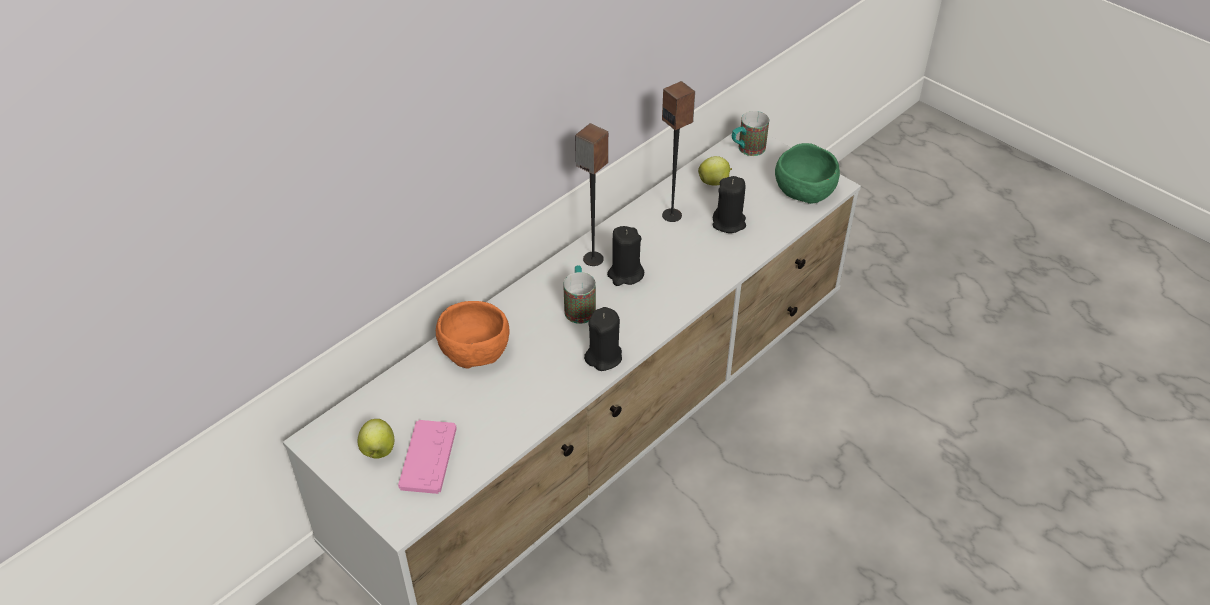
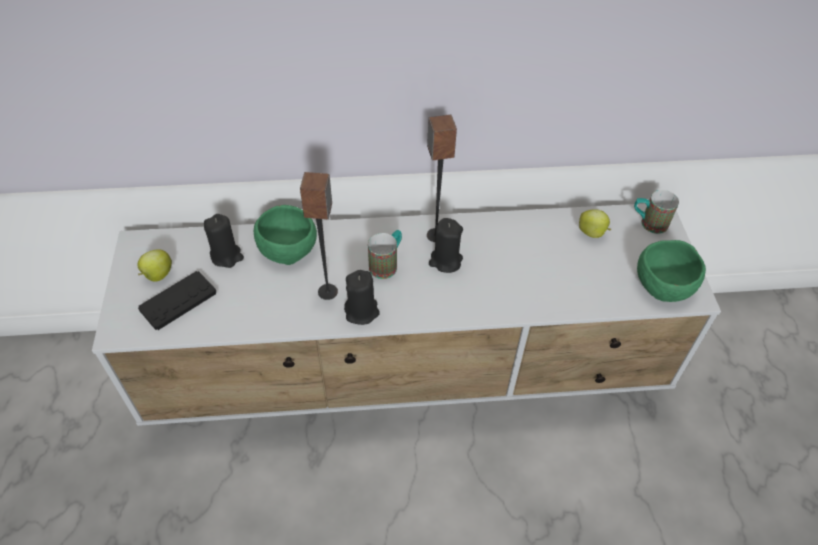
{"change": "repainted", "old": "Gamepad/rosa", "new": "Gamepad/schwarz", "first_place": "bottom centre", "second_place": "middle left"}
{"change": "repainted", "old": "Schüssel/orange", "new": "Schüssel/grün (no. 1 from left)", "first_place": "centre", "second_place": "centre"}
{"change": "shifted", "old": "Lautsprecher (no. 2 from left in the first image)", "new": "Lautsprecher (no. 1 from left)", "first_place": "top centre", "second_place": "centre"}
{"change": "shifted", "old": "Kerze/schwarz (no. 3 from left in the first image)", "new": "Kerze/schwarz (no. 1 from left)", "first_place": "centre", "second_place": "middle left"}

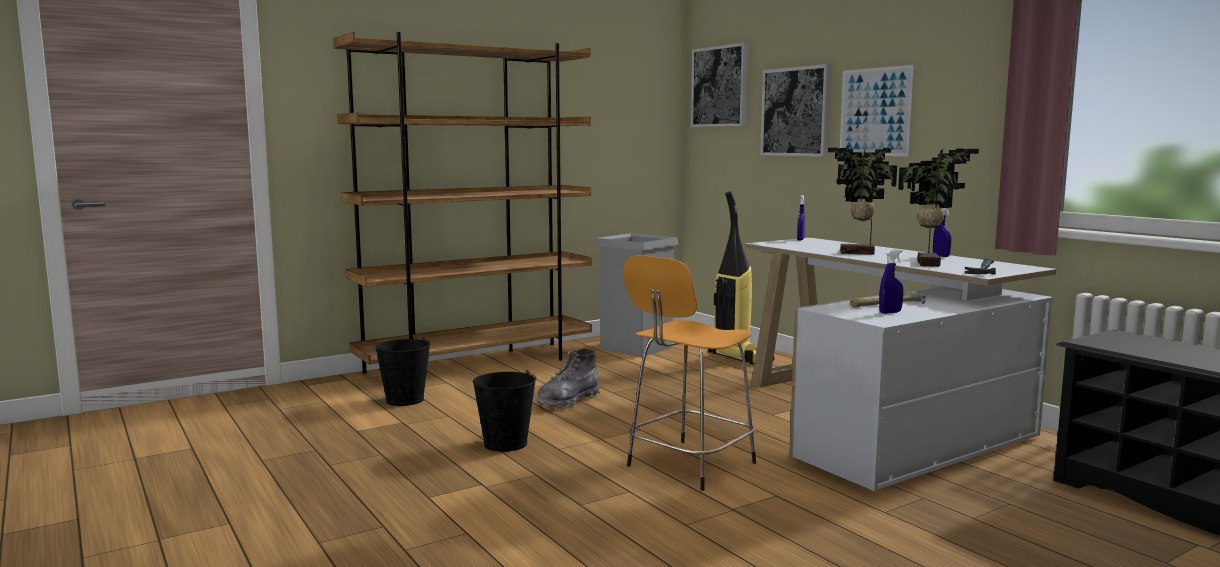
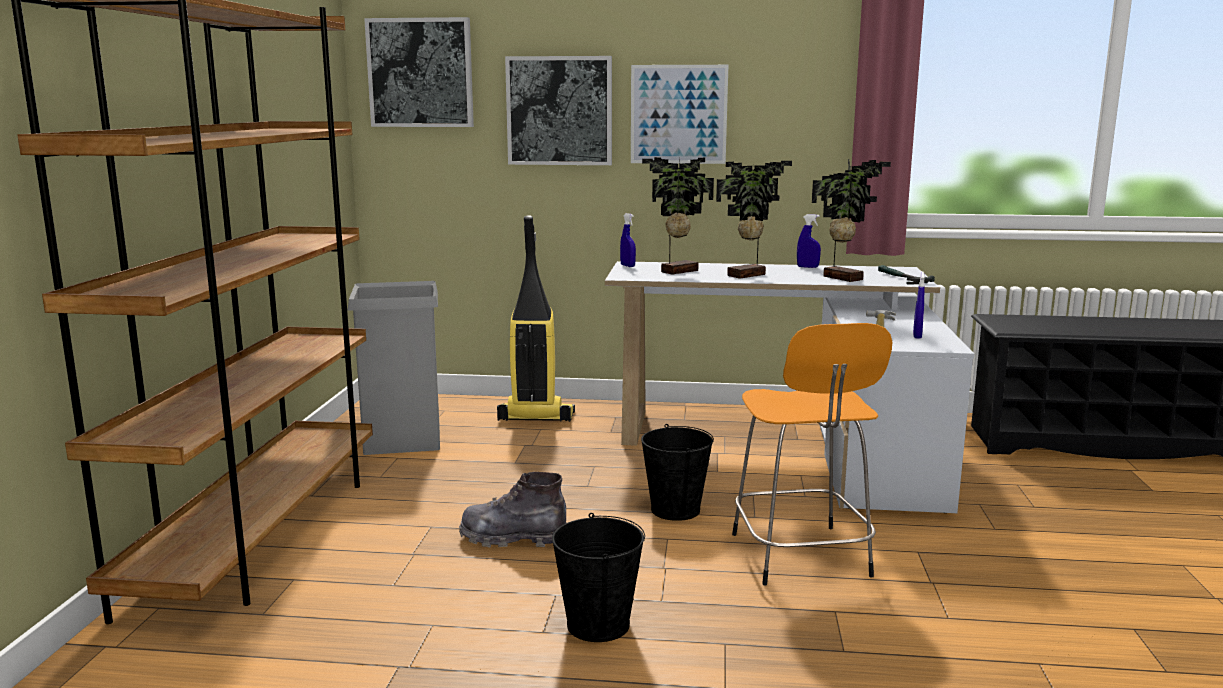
{"change": "shifted", "old": "Eimer/schwarz (no. 1 from left in the first image)", "new": "Eimer/schwarz (no. 2 from left)", "first_place": "middle left", "second_place": "bottom centre"}
{"change": "rotated", "old": "Stiefel/grau", "first_place": "bottom centre", "second_place": "bottom centre", "degrees": 105}
{"change": "new", "new": "Topfpflanze (no. 1 from left)", "second_place": "top centre"}

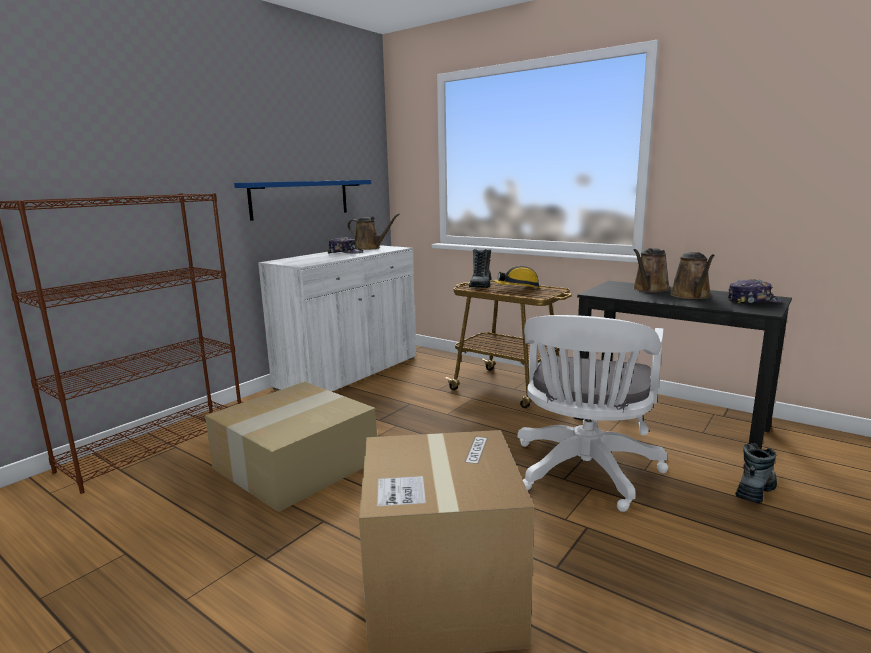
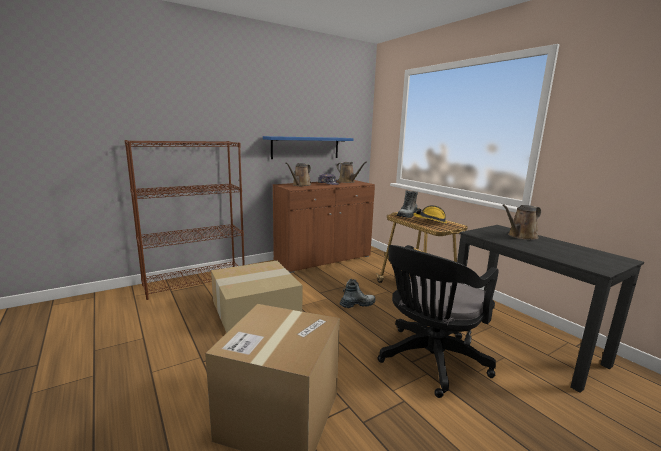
{"change": "repainted", "old": "Schrank/weiß", "new": "Schrank/braun", "first_place": "centre", "second_place": "centre"}
{"change": "repainted", "old": "Bürostuhl/weiß", "new": "Bürostuhl/schwarz", "first_place": "middle right", "second_place": "bottom centre"}
{"change": "shifted", "old": "Gießkanne/braun (no. 3 from left in the first image)", "new": "Gießkanne/braun (no. 1 from left)", "first_place": "middle right", "second_place": "centre"}
{"change": "gone", "old": "Kappe (no. 2 from left)", "first_place": "middle right"}
{"change": "shifted", "old": "Stiefel (no. 2 from left in the first image)", "new": "Stiefel (no. 1 from left)", "first_place": "bottom right", "second_place": "centre"}

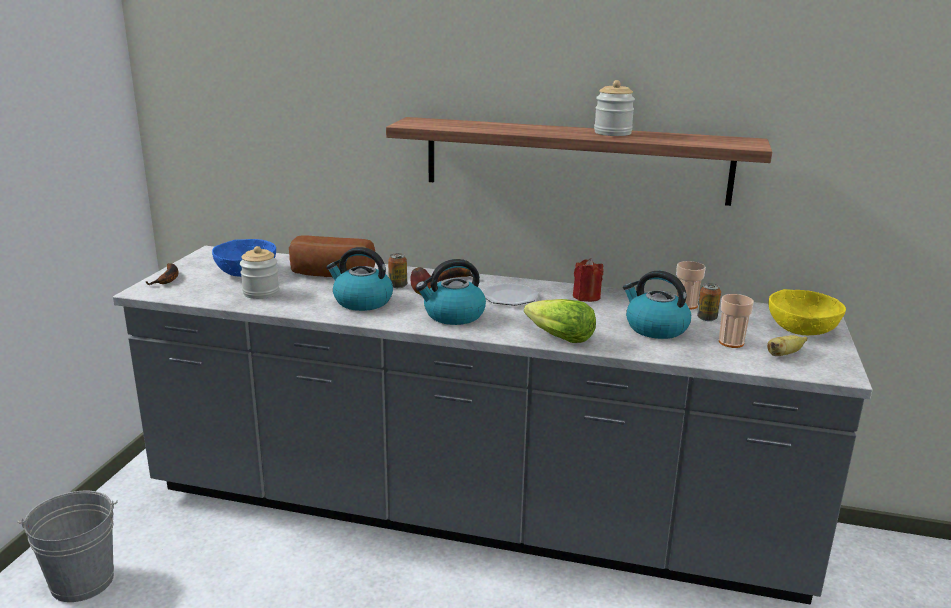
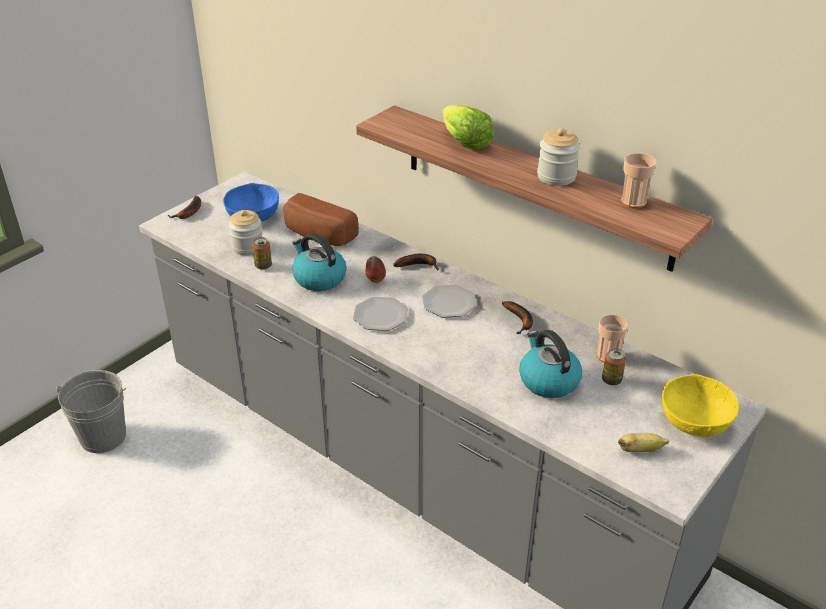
{"change": "shifted", "old": "Dose (no. 1 from left)", "first_place": "centre", "second_place": "middle left"}
{"change": "swapped", "old": "Wasserkessel (no. 2 from left)", "new": "Teller (no. 1 from left)", "first_place": "centre", "second_place": "centre"}
{"change": "shifted", "old": "Salatkopf", "first_place": "centre", "second_place": "top centre"}
{"change": "swapped", "old": "Kerze/rot", "new": "Banane (no. 3 from left)", "first_place": "centre", "second_place": "centre"}
{"change": "shifted", "old": "Tasse (no. 2 from left)", "first_place": "middle right", "second_place": "top right"}

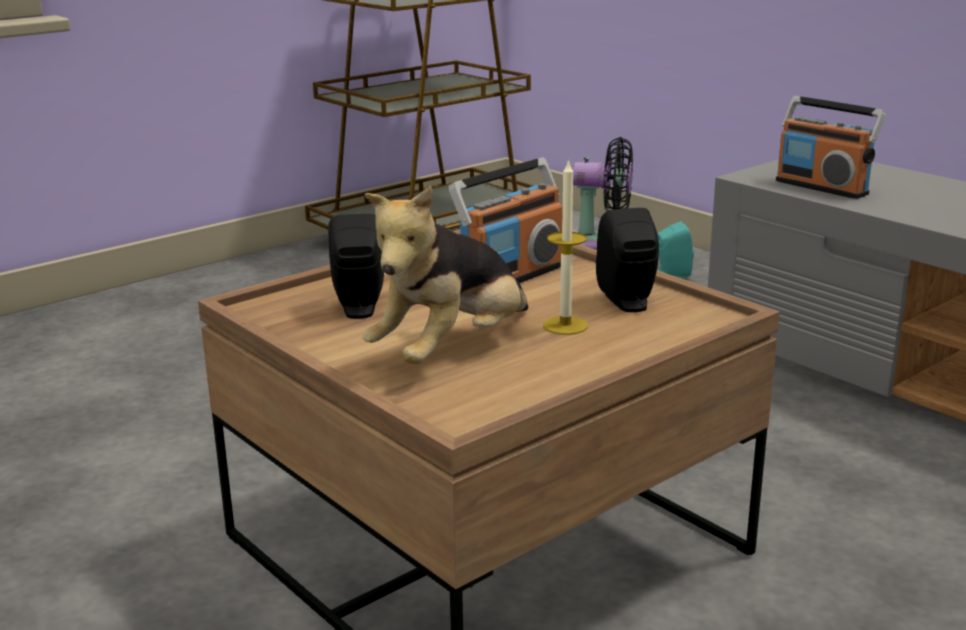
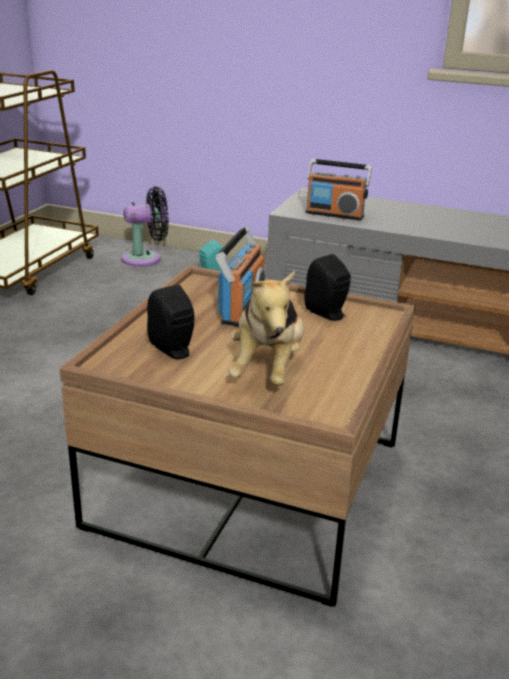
{"change": "gone", "old": "Kerze", "first_place": "centre"}

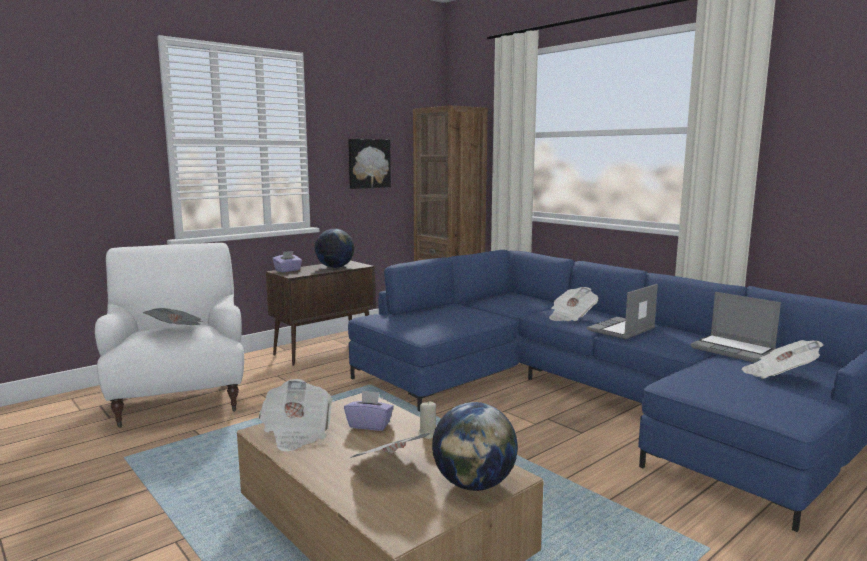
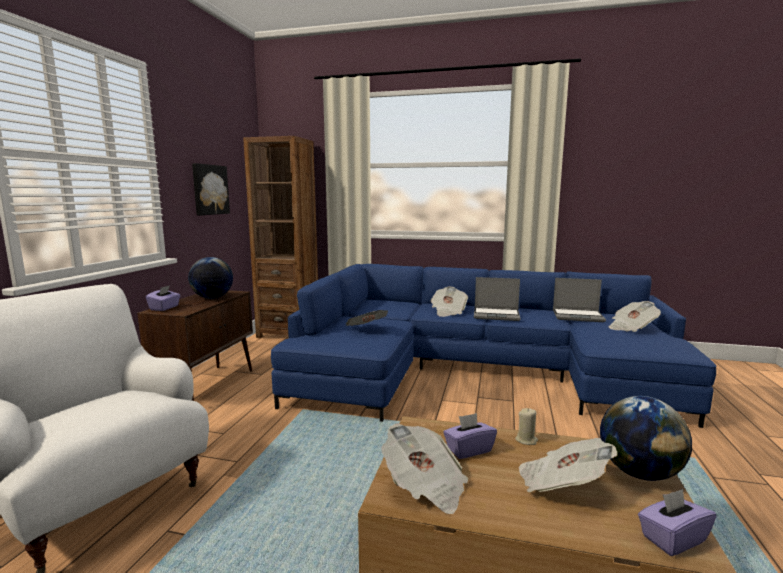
{"change": "shifted", "old": "Zeitung (no. 1 from left)", "first_place": "middle left", "second_place": "centre"}
{"change": "rotated", "old": "Laptop (no. 1 from left)", "first_place": "middle right", "second_place": "centre", "degrees": -90}
{"change": "new", "new": "Taschentuchbox/lila (no. 3 from left)", "second_place": "bottom right"}

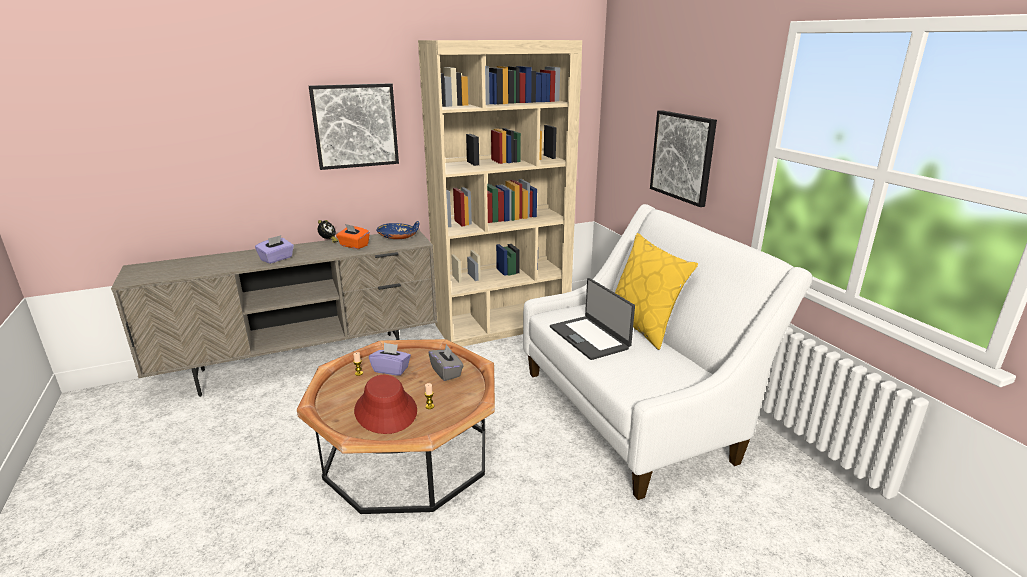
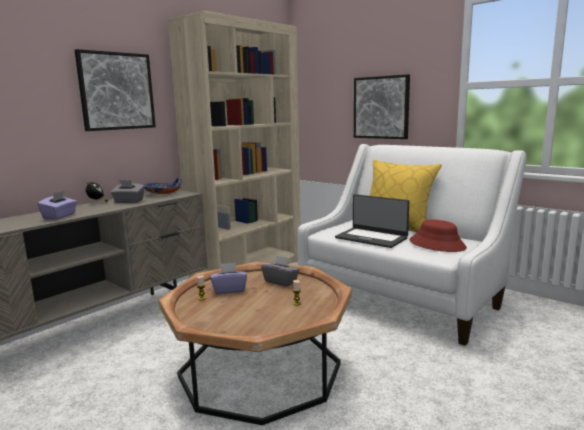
{"change": "repainted", "old": "Taschentuchbox/orange", "new": "Taschentuchbox/grau (no. 1 from left)", "first_place": "centre", "second_place": "middle left"}
{"change": "shifted", "old": "Hut/rot", "first_place": "bottom centre", "second_place": "middle right"}

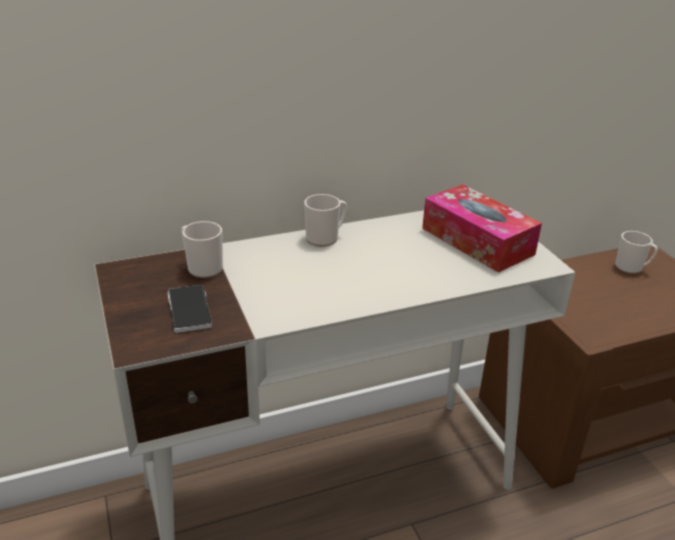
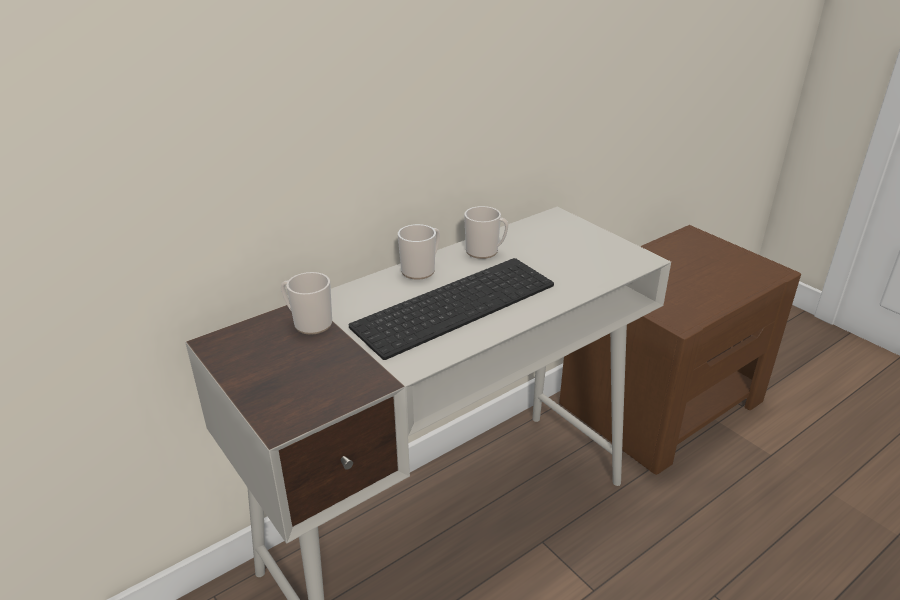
{"change": "gone", "old": "Handy", "first_place": "middle left"}
{"change": "gone", "old": "Taschentuchbox", "first_place": "middle right"}
{"change": "shifted", "old": "Henkelbecher (no. 3 from left)", "first_place": "middle right", "second_place": "centre"}
{"change": "new", "new": "Tastatur", "second_place": "centre"}

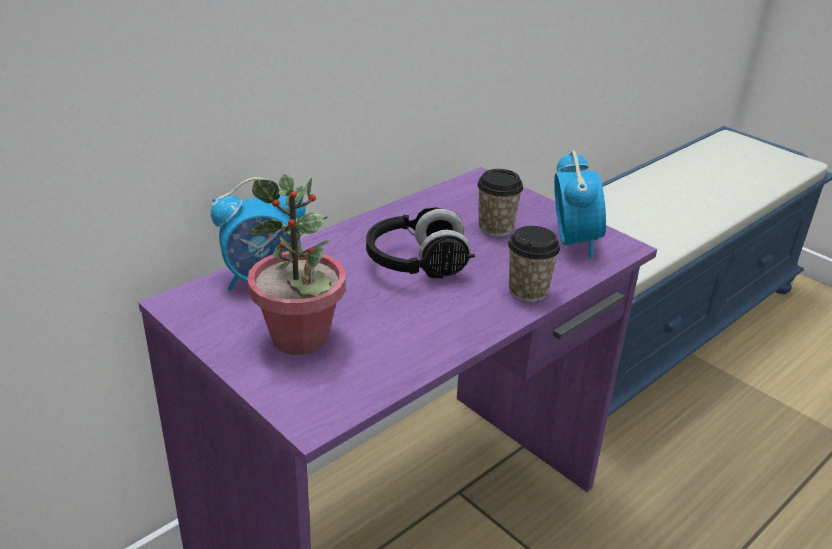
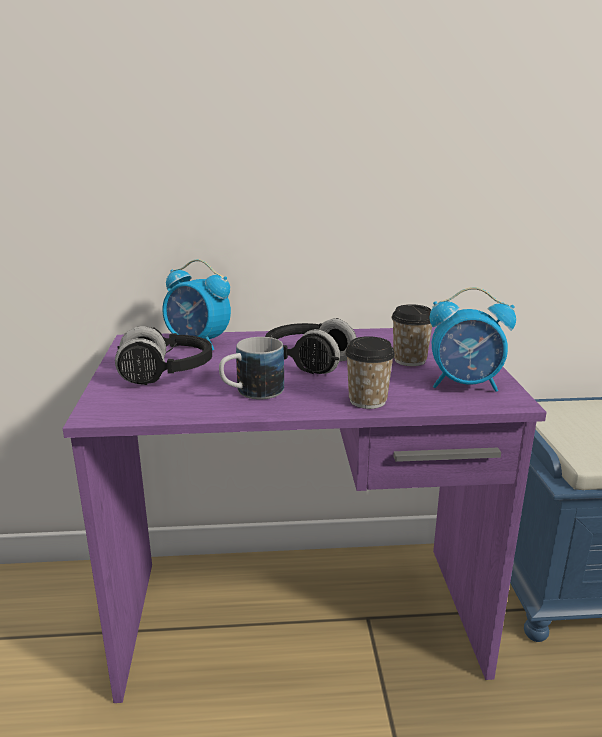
{"change": "swapped", "old": "Topfpflanze", "new": "Kopfhörer/schwarz (no. 1 from left)", "first_place": "centre", "second_place": "middle left"}
{"change": "rotated", "old": "Wecker (no. 2 from left)", "first_place": "middle right", "second_place": "middle right", "degrees": 60}
{"change": "new", "new": "Henkelbecher", "second_place": "centre"}

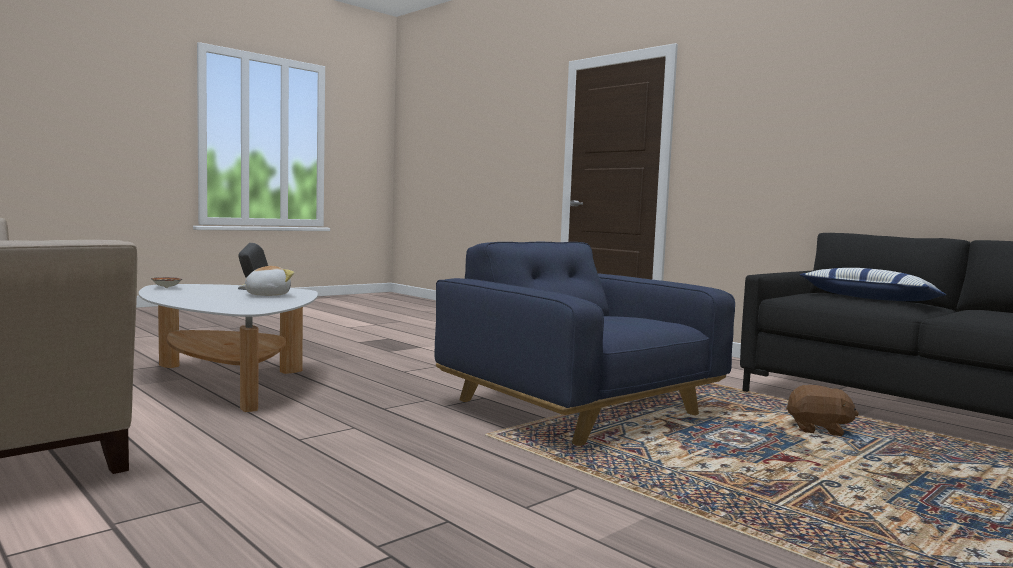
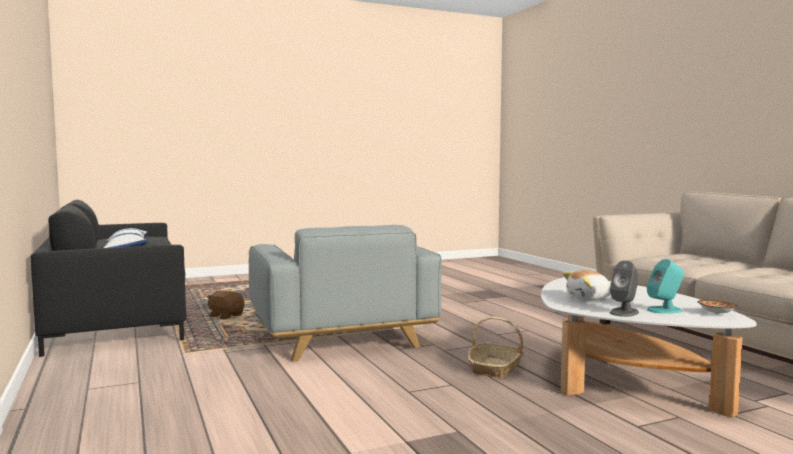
{"change": "repainted", "old": "Sessel/blau", "new": "Sessel/grau", "first_place": "centre", "second_place": "centre"}
{"change": "new", "new": "Korb", "second_place": "bottom centre"}
{"change": "new", "new": "Lautsprecher/türkis", "second_place": "middle right"}

